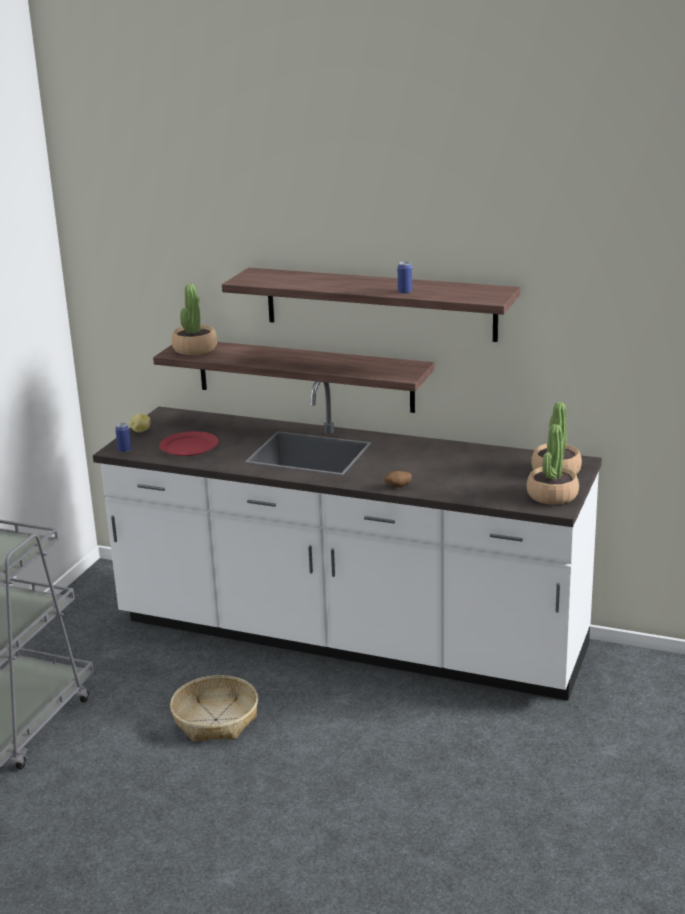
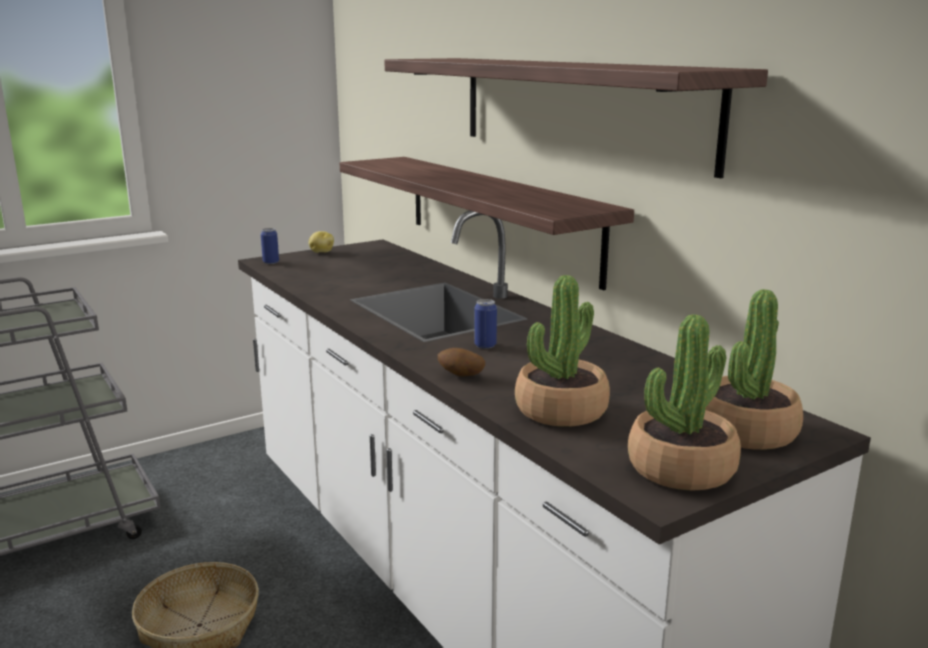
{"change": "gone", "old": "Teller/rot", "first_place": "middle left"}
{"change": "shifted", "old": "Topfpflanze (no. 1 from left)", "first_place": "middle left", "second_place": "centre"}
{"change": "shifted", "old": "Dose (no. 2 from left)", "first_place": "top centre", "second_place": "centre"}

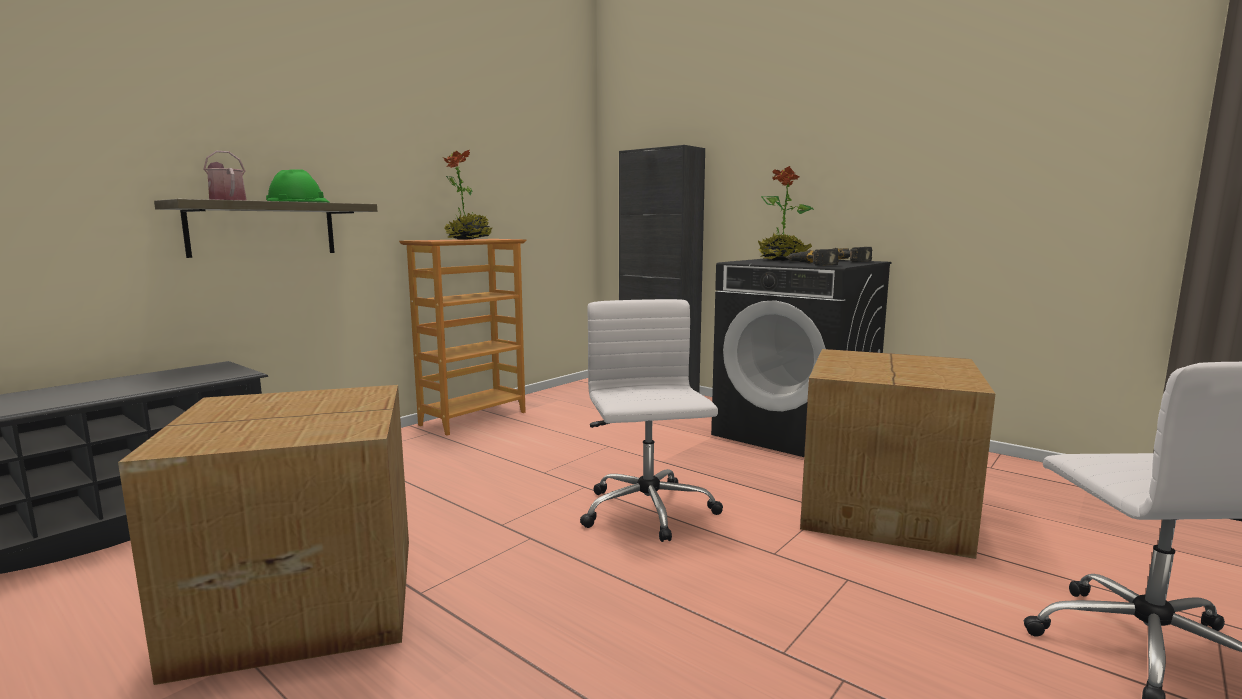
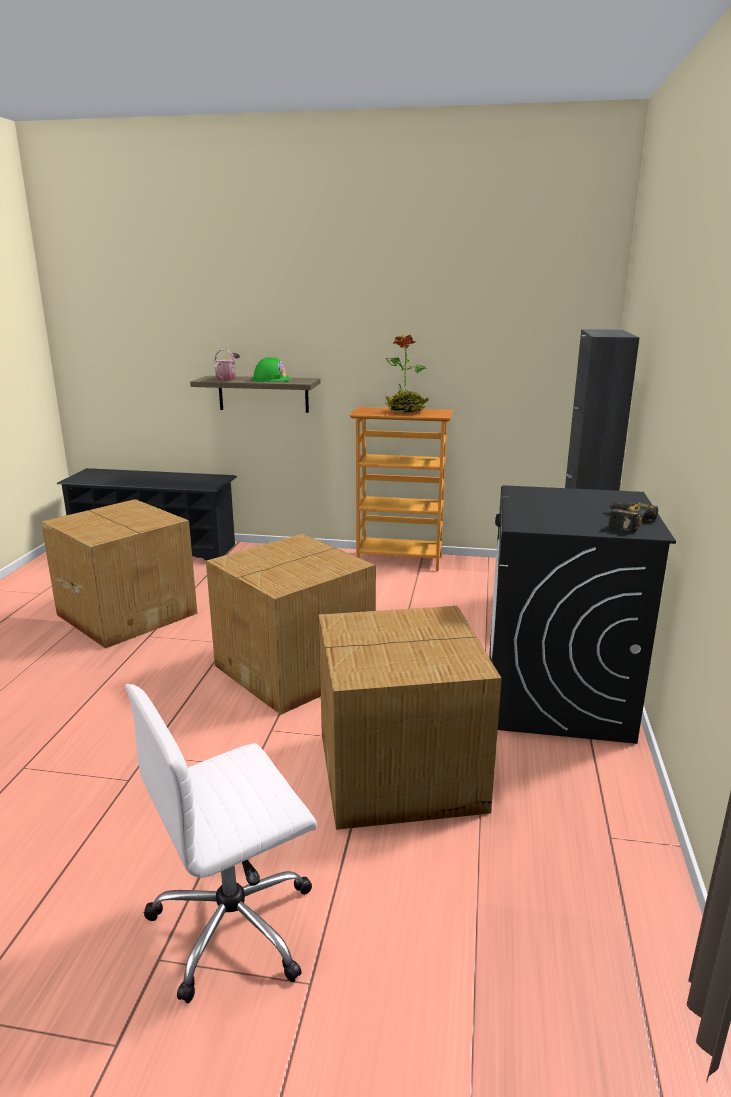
{"change": "swapped", "old": "Bürostuhl/weiß (no. 1 from left)", "new": "Karton (no. 2 from left)", "first_place": "centre", "second_place": "centre"}
{"change": "gone", "old": "Topfpflanze (no. 2 from left)", "first_place": "top centre"}
{"change": "gone", "old": "Bohrmaschine (no. 1 from left)", "first_place": "centre"}

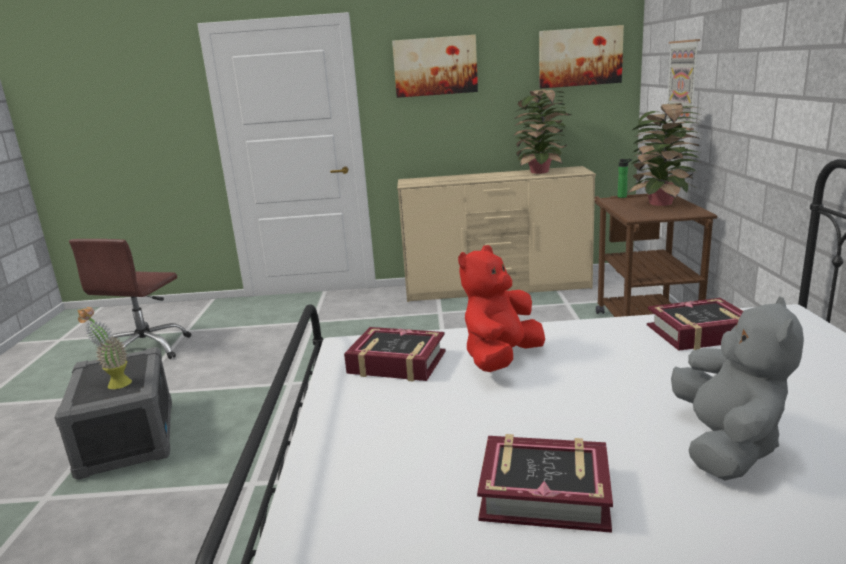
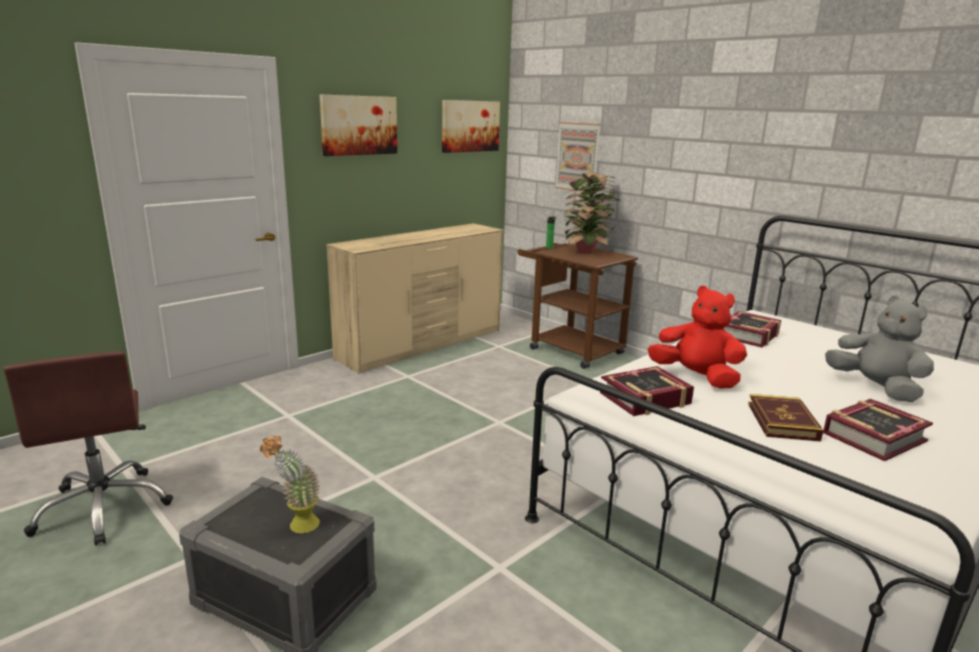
{"change": "rotated", "old": "Plüschtier/rot", "first_place": "centre", "second_place": "middle right", "degrees": 135}
{"change": "gone", "old": "Topfpflanze (no. 2 from left)", "first_place": "top centre"}
{"change": "new", "new": "Buch (no. 3 from left)", "second_place": "middle right"}

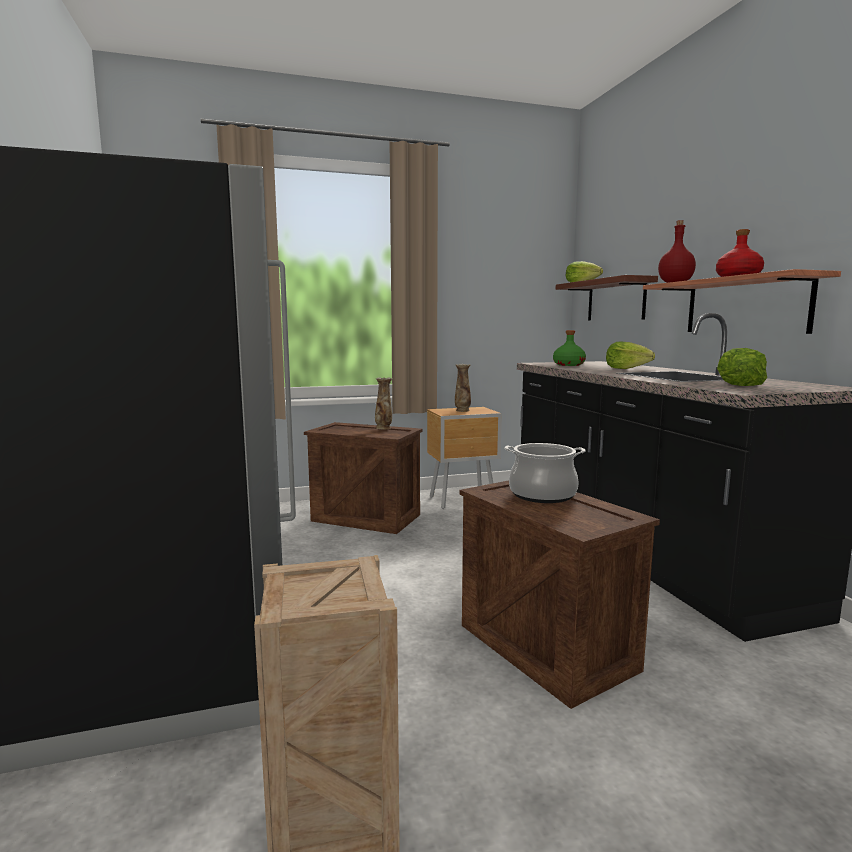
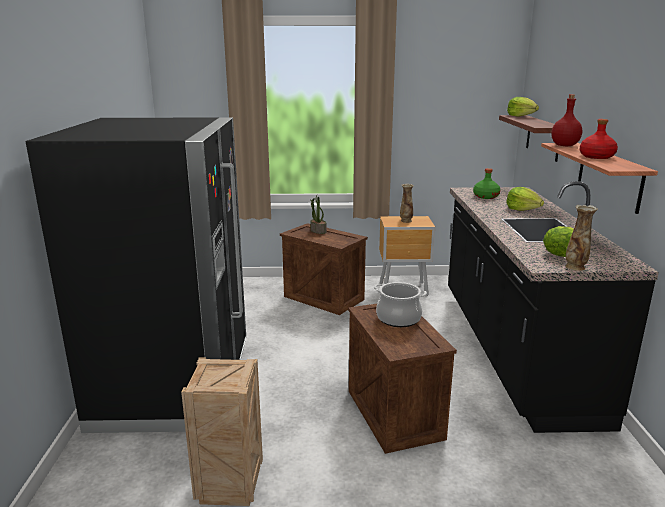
{"change": "shifted", "old": "Vase (no. 1 from left in the first image)", "new": "Vase (no. 2 from left)", "first_place": "centre", "second_place": "middle right"}
{"change": "new", "new": "Topfpflanze", "second_place": "centre"}

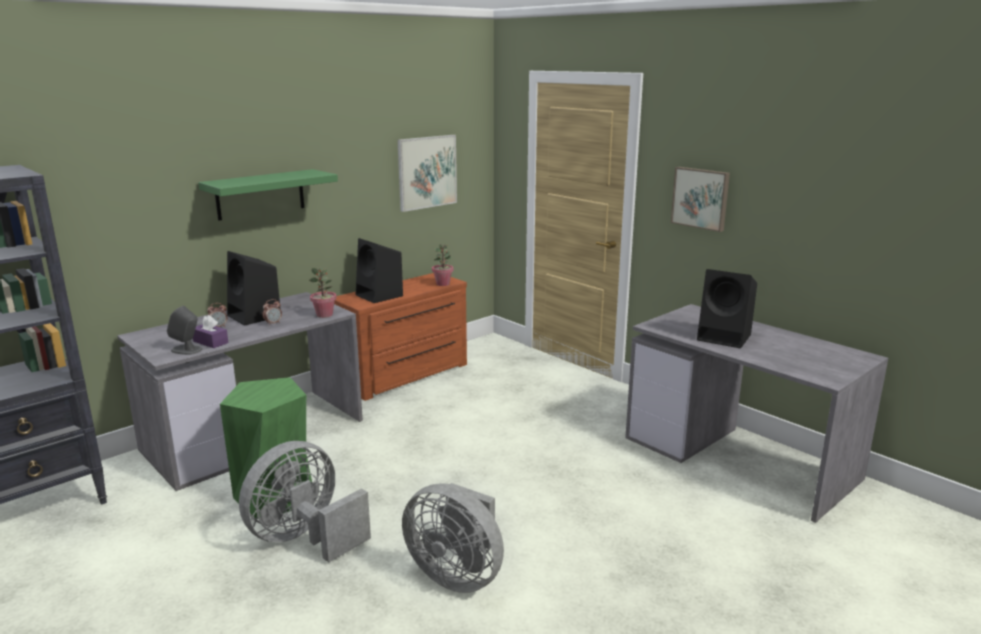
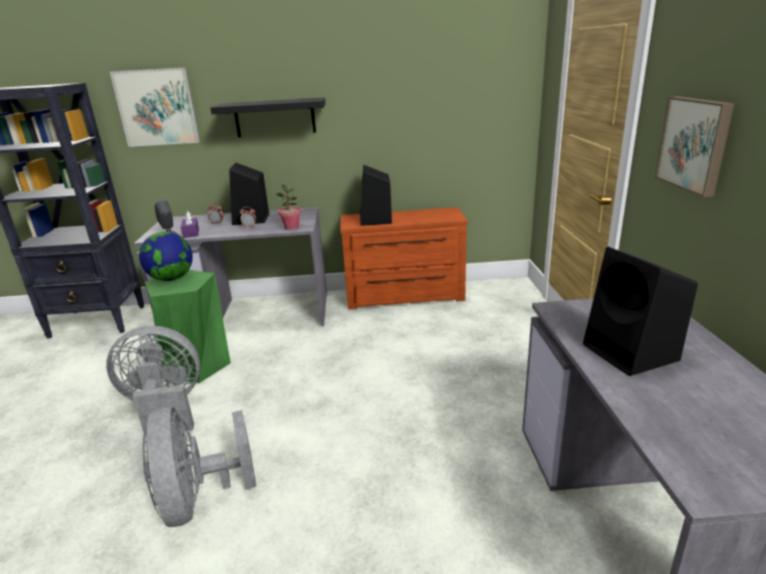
{"change": "repainted", "old": "Wandregal/grün", "new": "Wandregal/schwarz", "first_place": "top left", "second_place": "top centre"}
{"change": "shifted", "old": "Bild (no. 1 from left)", "first_place": "top centre", "second_place": "top left"}
{"change": "gone", "old": "Topfpflanze (no. 2 from left)", "first_place": "centre"}
{"change": "new", "new": "Globus", "second_place": "middle left"}

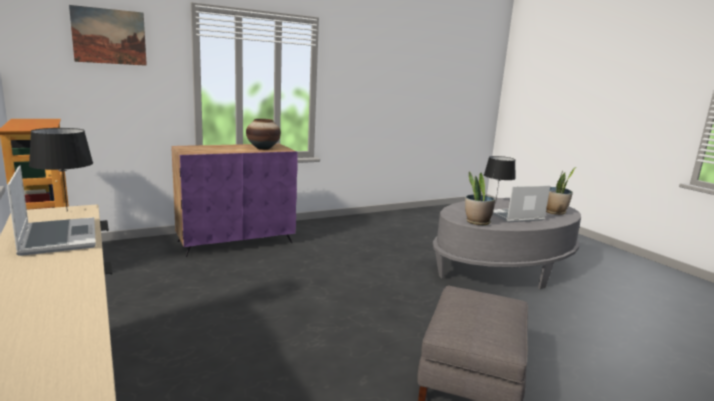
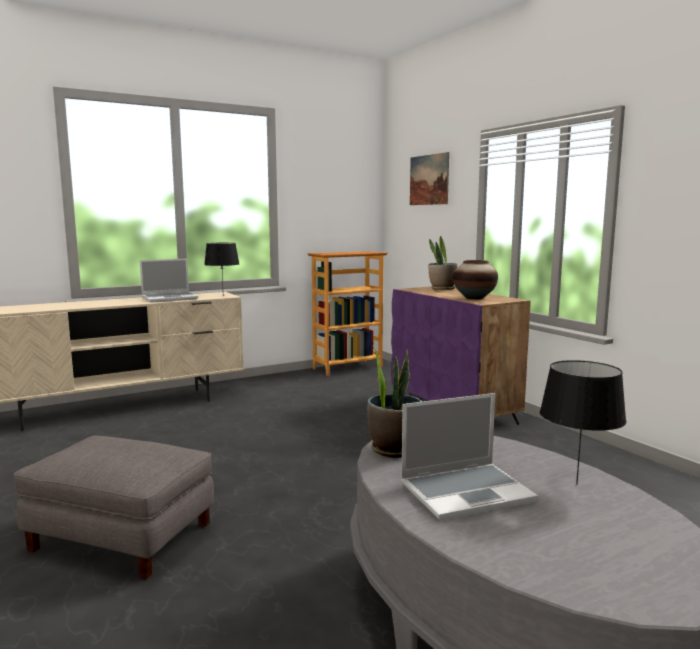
{"change": "rotated", "old": "Laptop (no. 2 from left)", "first_place": "middle right", "second_place": "bottom right", "degrees": 90}
{"change": "shifted", "old": "Topfpflanze (no. 2 from left)", "first_place": "middle right", "second_place": "centre"}

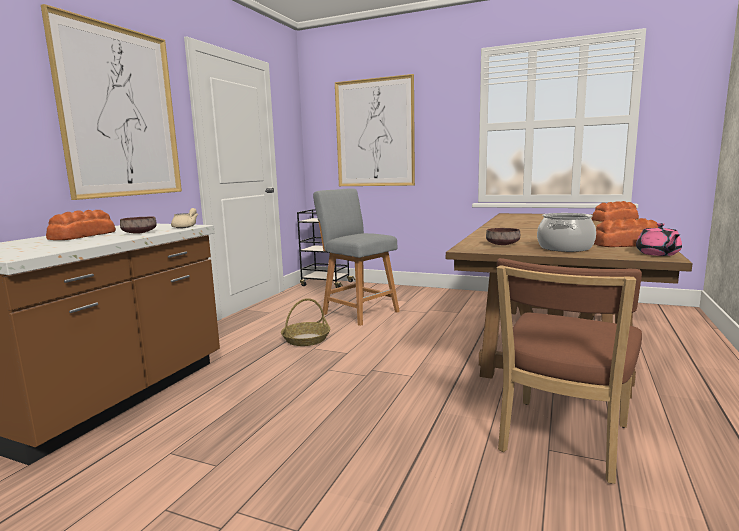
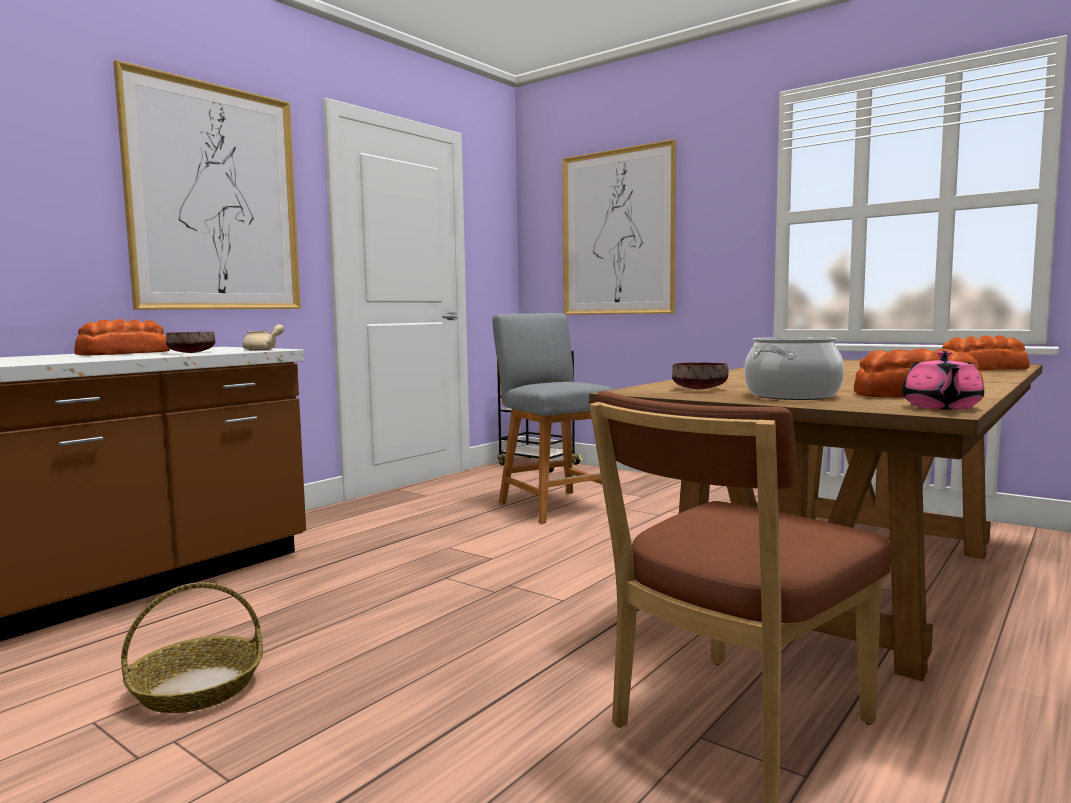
{"change": "shifted", "old": "Korb", "first_place": "centre", "second_place": "bottom left"}

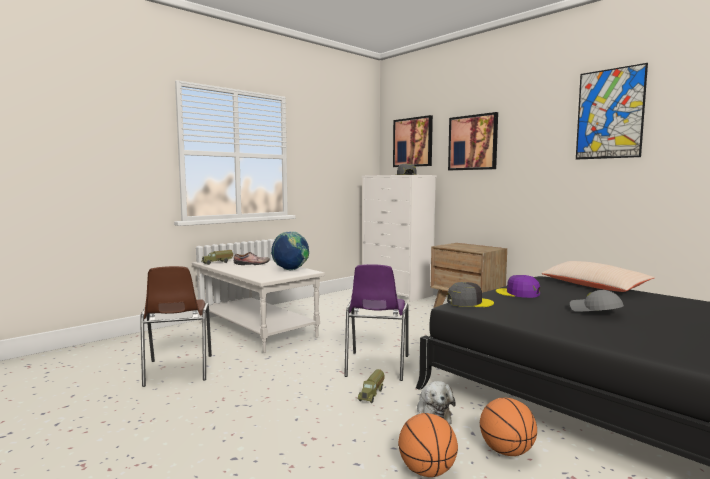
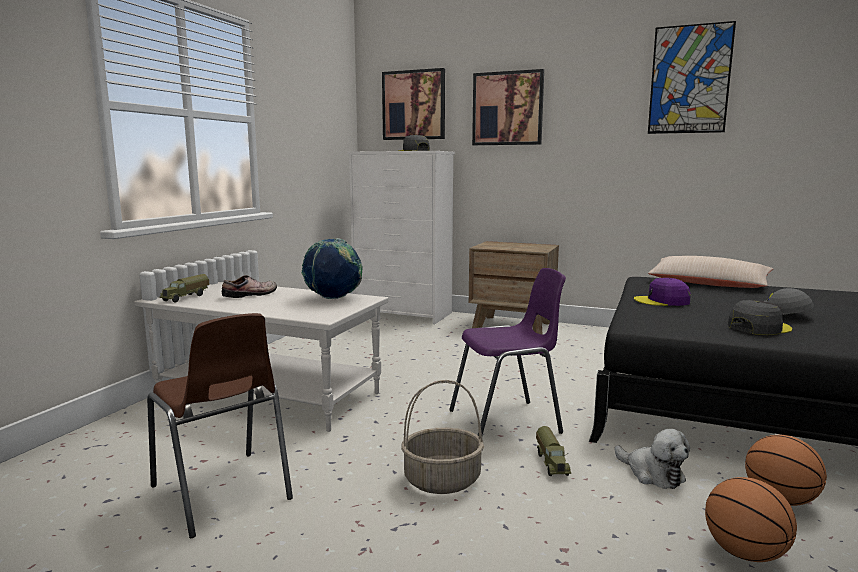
{"change": "rotated", "old": "Stuhl/lila", "first_place": "bottom centre", "second_place": "centre", "degrees": -90}
{"change": "shifted", "old": "Kappe/grau (no. 2 from left)", "first_place": "centre", "second_place": "middle right"}
{"change": "new", "new": "Korb", "second_place": "bottom centre"}

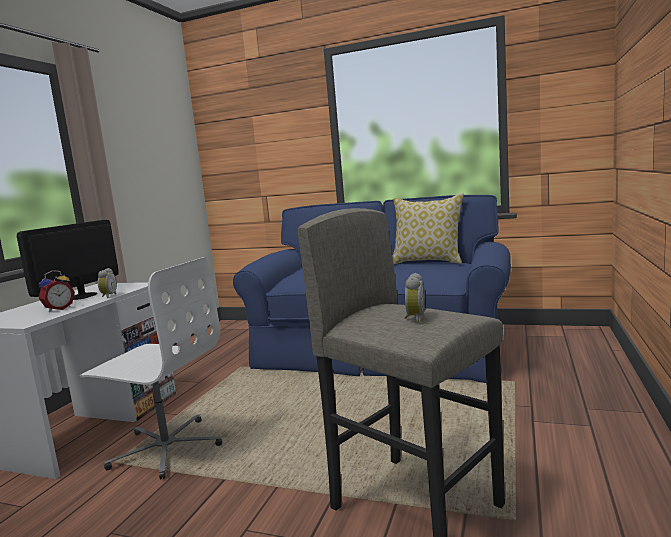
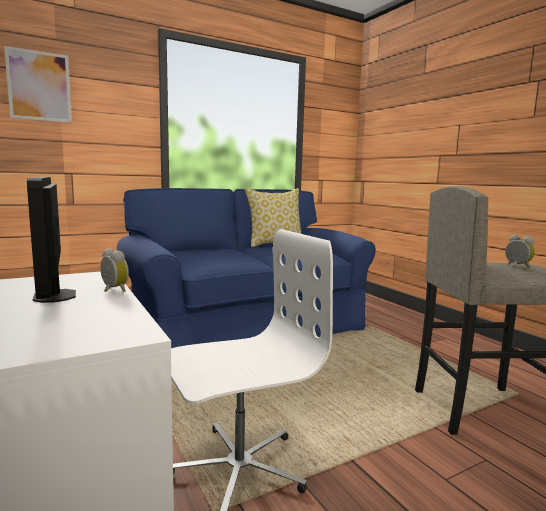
{"change": "gone", "old": "Wecker (no. 1 from left)", "first_place": "middle left"}
{"change": "new", "new": "Bild", "second_place": "top left"}

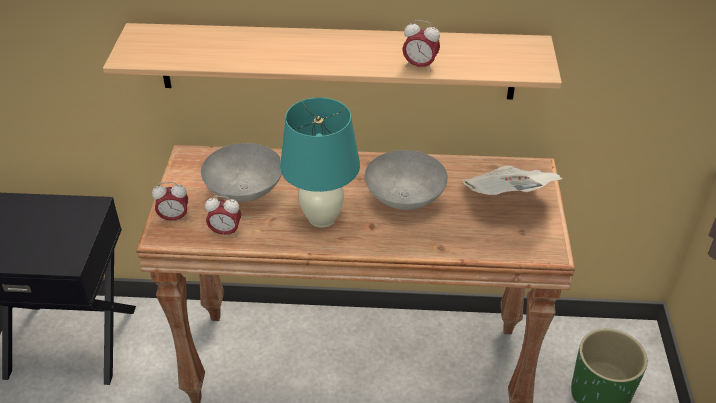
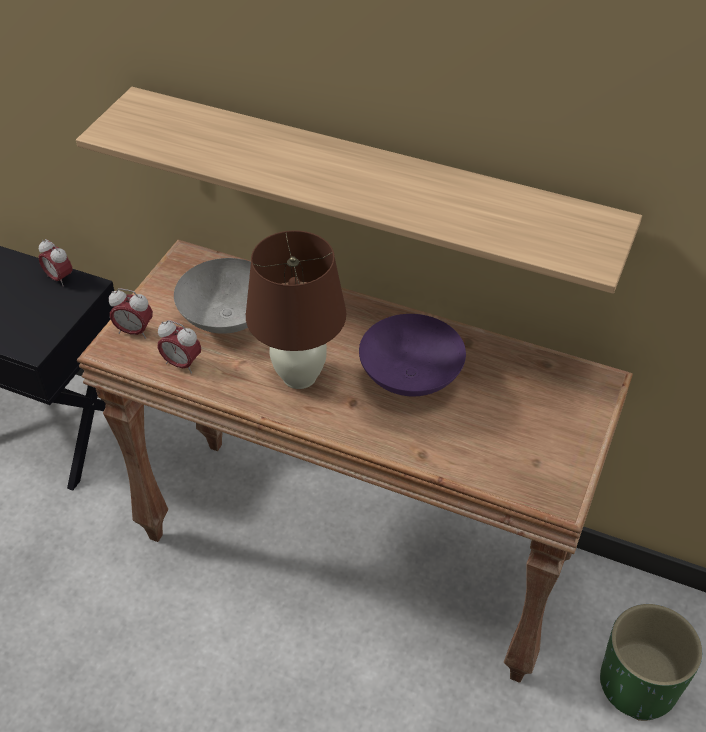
{"change": "repainted", "old": "Tischlampe/türkis", "new": "Tischlampe/braun", "first_place": "centre", "second_place": "centre"}
{"change": "repainted", "old": "Schüssel/grau (no. 2 from left)", "new": "Schüssel/lila", "first_place": "centre", "second_place": "centre"}
{"change": "shifted", "old": "Wecker (no. 3 from left in the first image)", "new": "Wecker (no. 1 from left)", "first_place": "top centre", "second_place": "middle left"}
{"change": "gone", "old": "Zeitung", "first_place": "middle right"}

